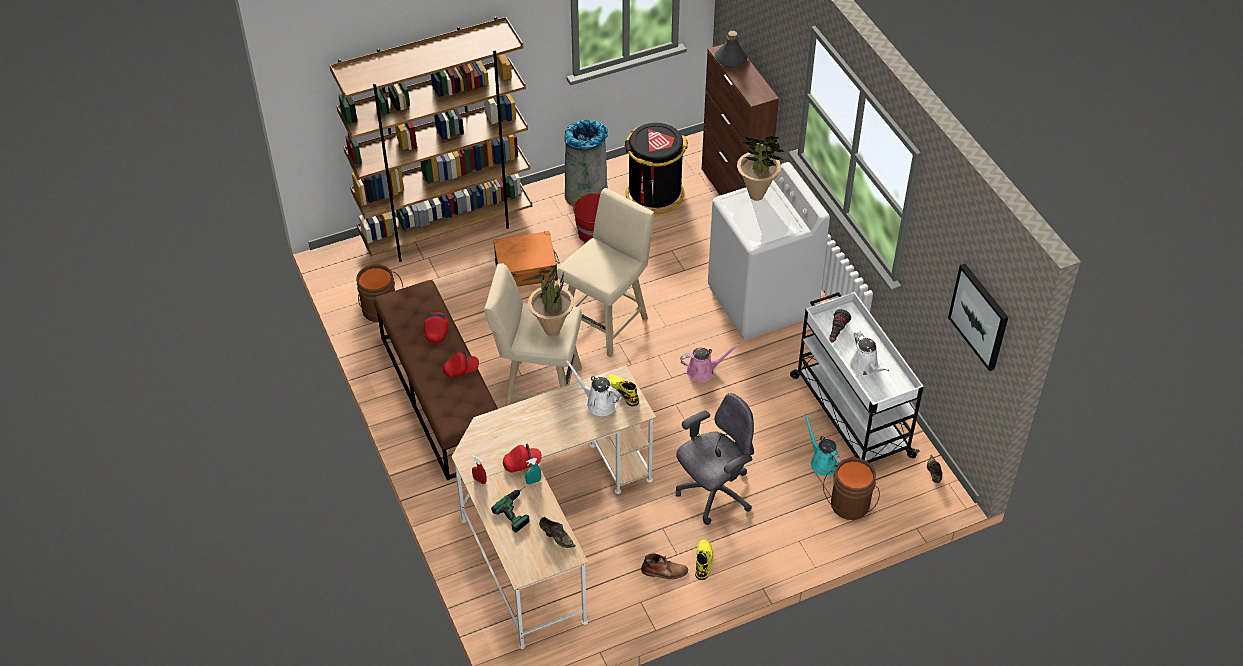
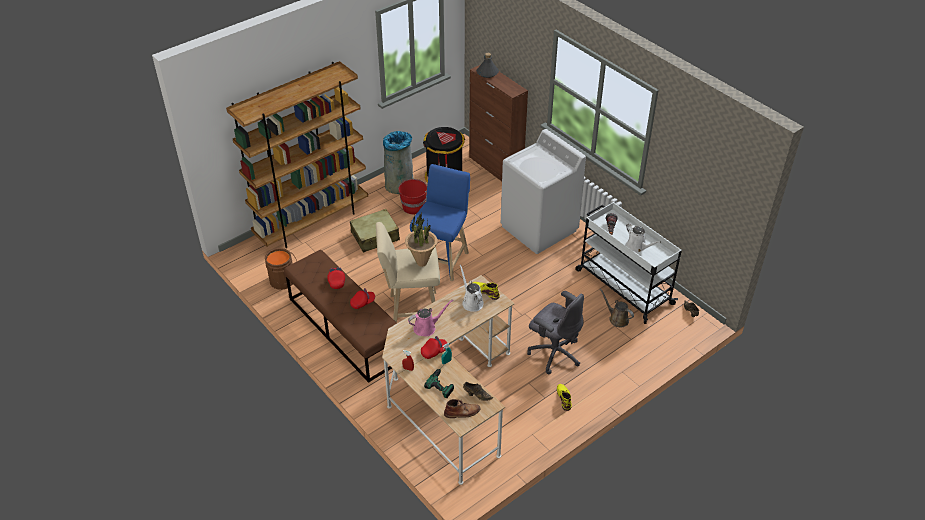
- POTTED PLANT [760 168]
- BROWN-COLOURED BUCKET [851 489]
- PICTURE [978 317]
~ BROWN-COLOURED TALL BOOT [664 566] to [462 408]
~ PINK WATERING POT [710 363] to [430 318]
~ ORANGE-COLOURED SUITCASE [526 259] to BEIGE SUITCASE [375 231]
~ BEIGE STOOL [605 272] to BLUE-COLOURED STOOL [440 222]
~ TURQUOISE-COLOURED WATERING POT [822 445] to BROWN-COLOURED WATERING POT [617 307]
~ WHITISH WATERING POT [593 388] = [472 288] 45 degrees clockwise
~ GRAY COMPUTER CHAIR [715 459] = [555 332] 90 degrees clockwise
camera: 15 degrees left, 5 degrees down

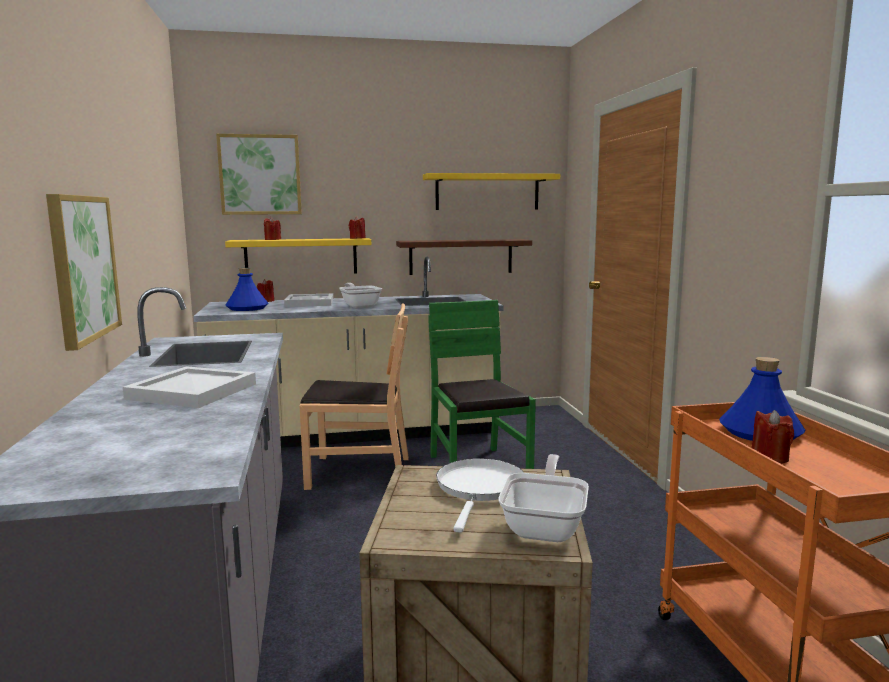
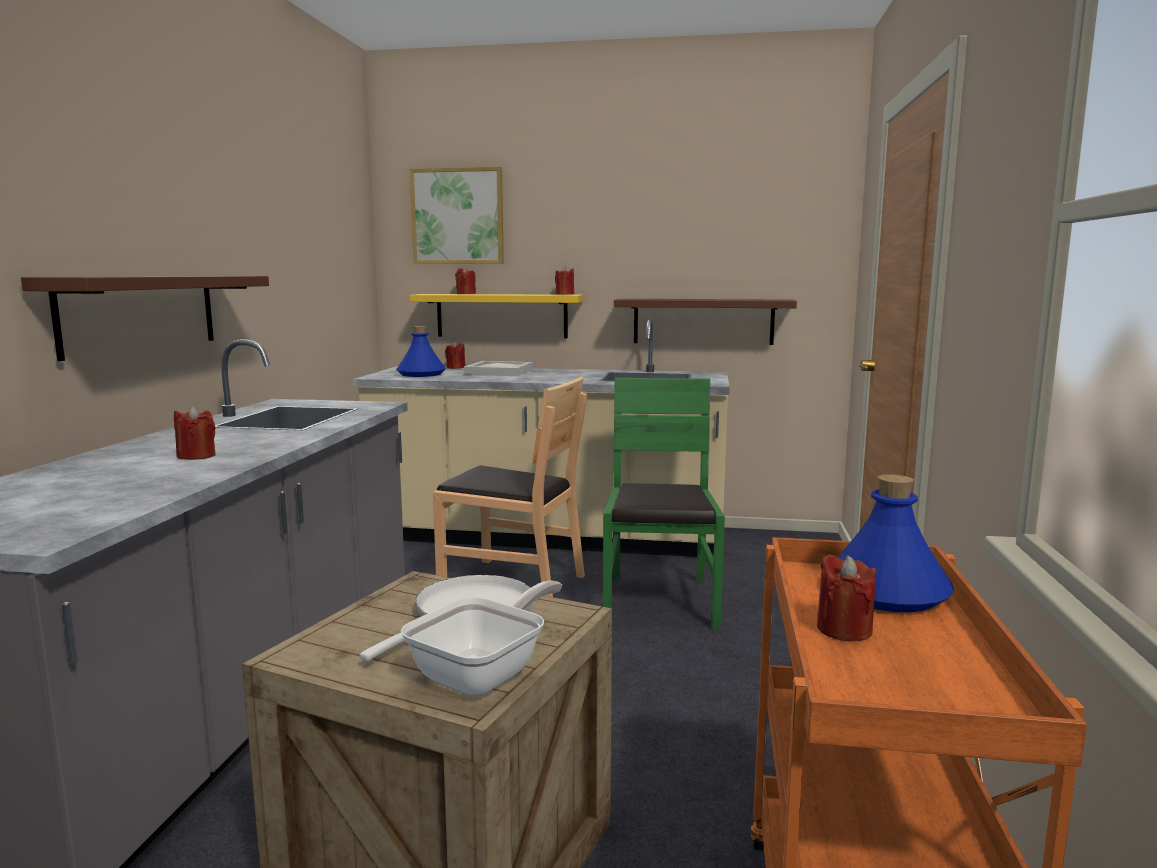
- PAN [360 295]
- YELLOW SHELF [491 191]
~ PICTURE [84 272] to BROWN-COLOURED SHELF [145 318]
~ WHITISH CARRYING TRAY [189 387] to REDDISH WAX LIGHT [195 433]
camera: 20 degrees right, 0 degrees up

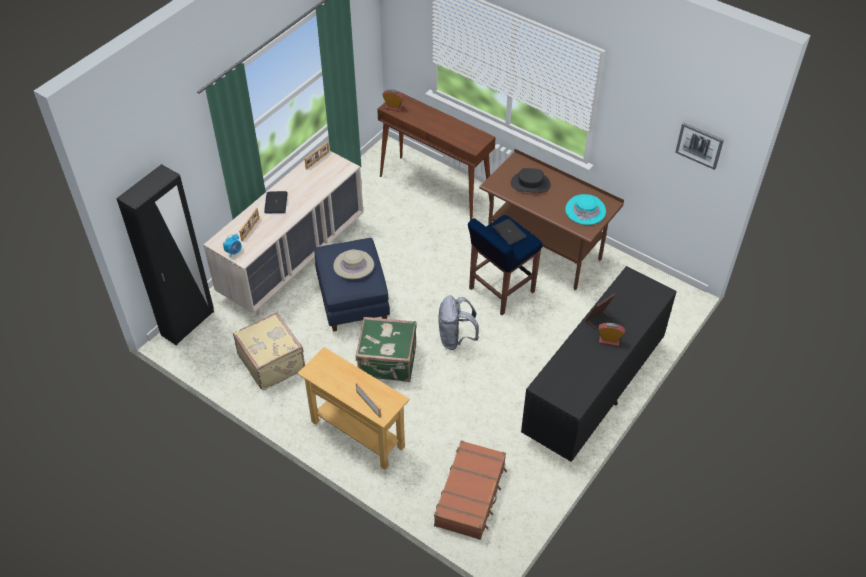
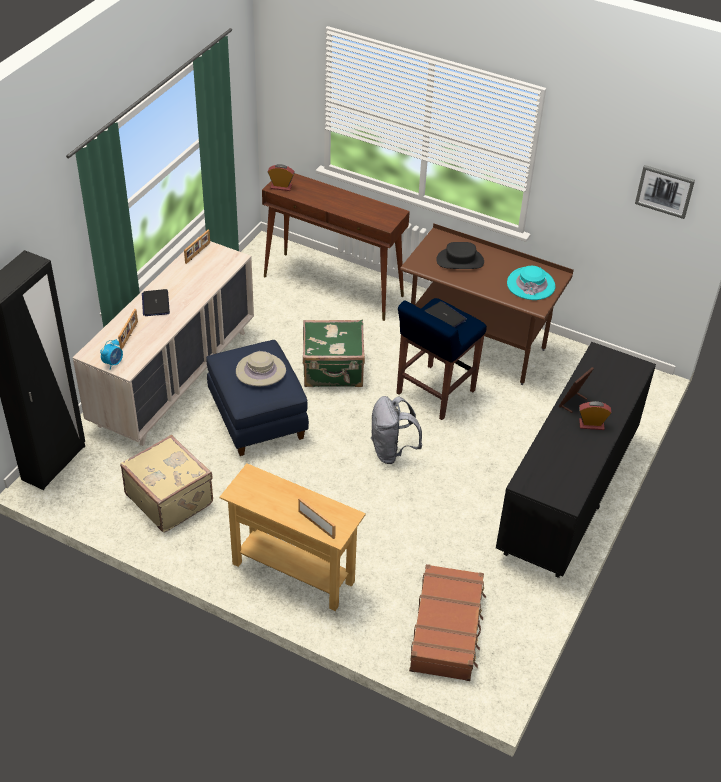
~ GREEN-COLOURED SUITCASE [386 349] to [334 353]
camera: 10 degrees left, 5 degrees down

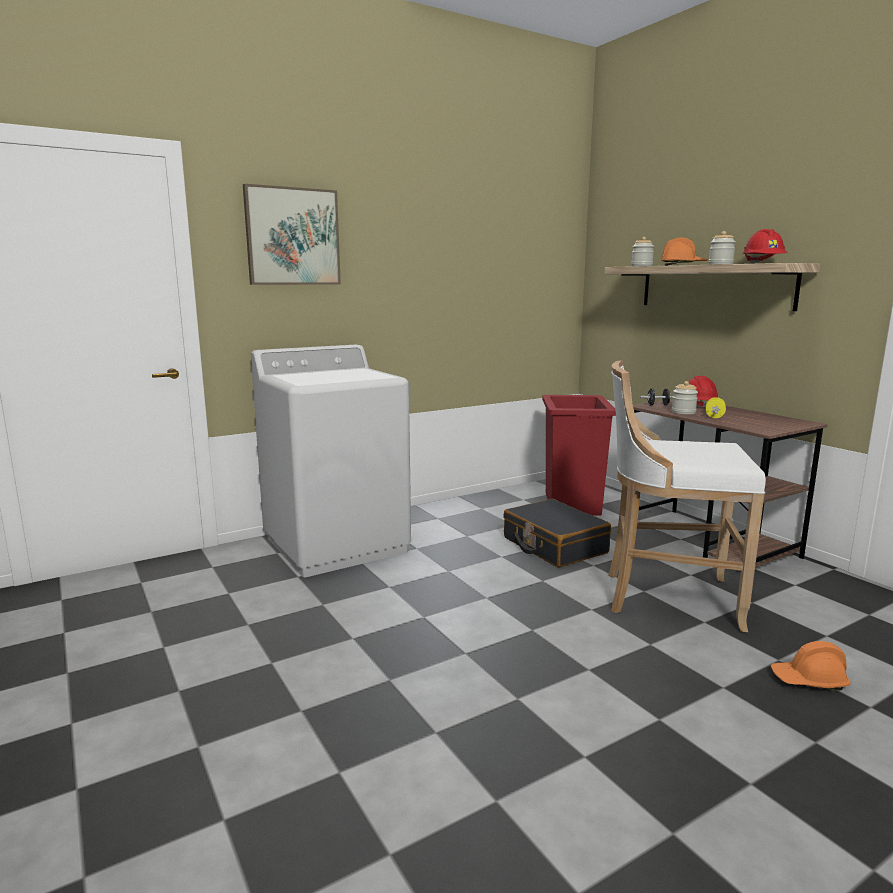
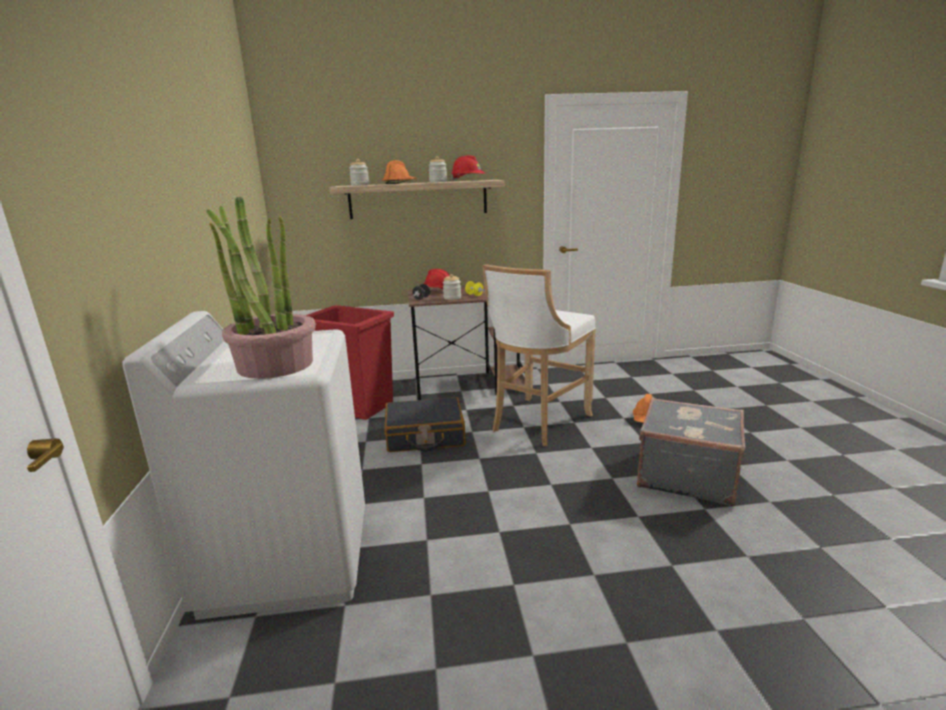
- PICTURE [292 234]
+ POTTED PLANT [261 288]
+ GRAY SUITCASE [691 452]
camera: 65 degrees left, 5 degrees up

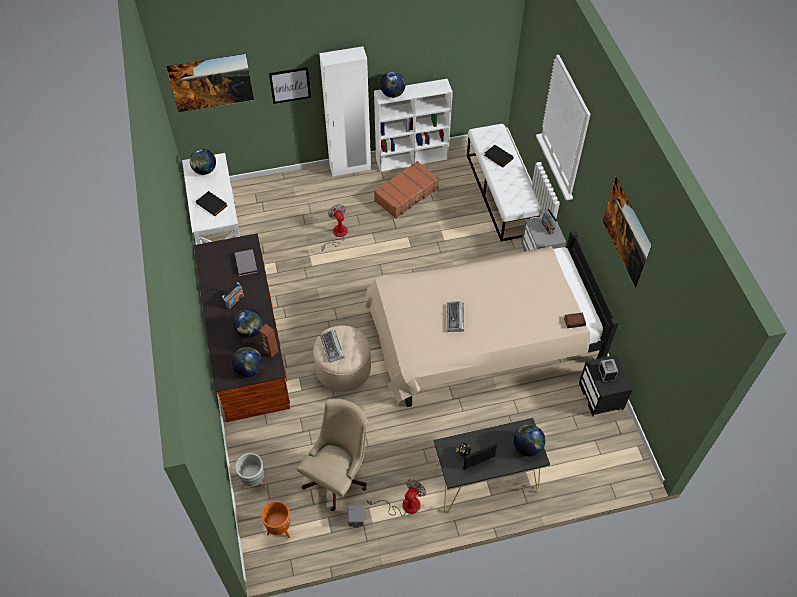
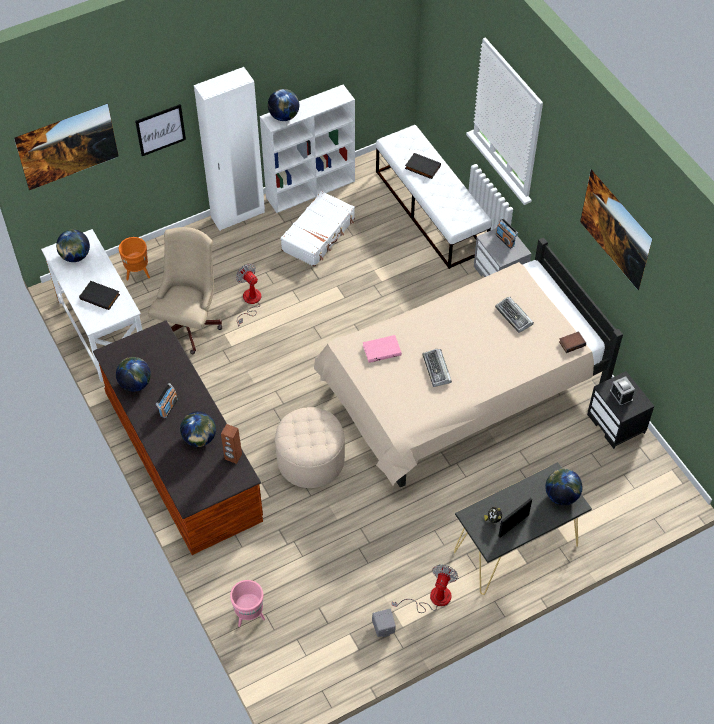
- GRAY BOOK [246 262]
+ PINK BOOK [382 349]
~ WORLD GLOBE [247 362] to [133 374]
~ ORANGE-COLOURED FLOWER POT [275 519] to [134 258]
~ BEIGE COMPUTER CHAIR [332 455] to [185 290]
~ PC KEYBOARD [332 346] to [514 315]
~ GRAY FLOWER POT [250 471] to PINK FLOWER POT [247 603]
~ BROWN-COLOURED SUITCASE [406 190] to WHITISH SUITCASE [317 229]
camera: 15 degrees left, 0 degrees up

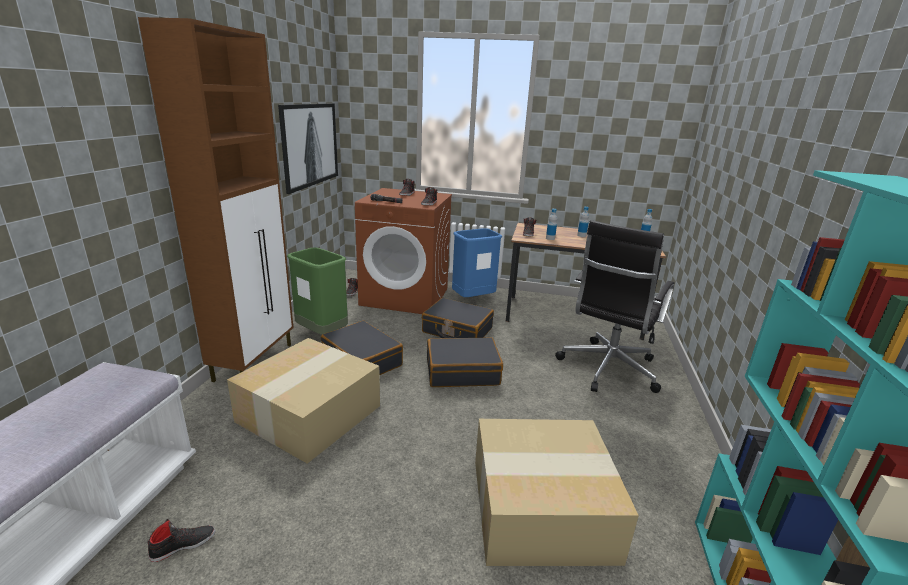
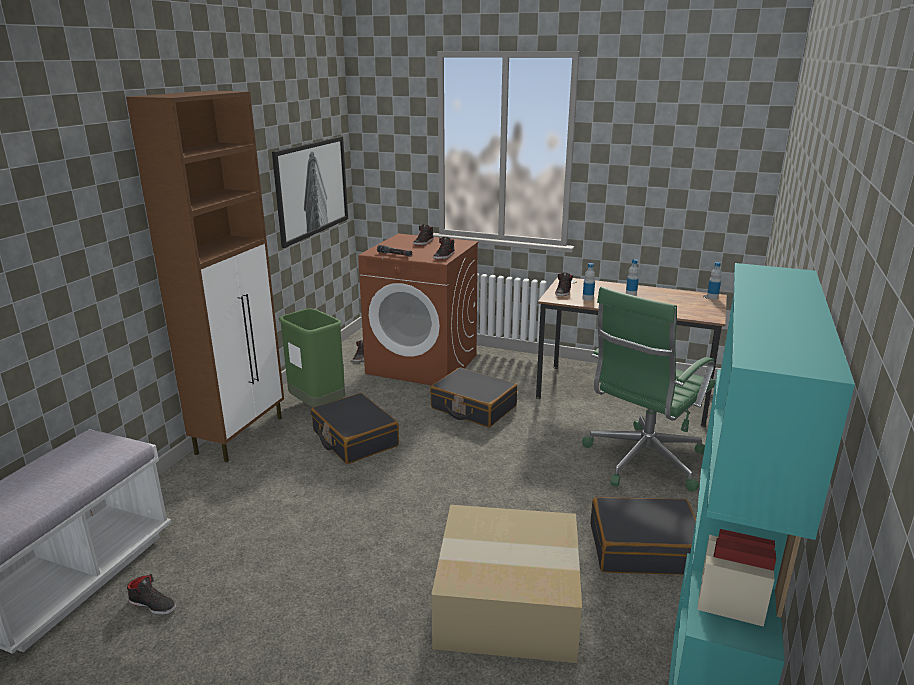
- PACKING BOX [303 401]
- BLUE-COLOURED WASTE BIN [477 262]
~ BLACKISH SUITCASE [465 362] to [643 536]
~ BLACKISH COMPUTER CHAIR [615 306] to GREEN-COLOURED COMPUTER CHAIR [648 389]
~ BLACKISH LOW SHOE [181 540] = [151 594] 45 degrees clockwise
camera: 10 degrees right, 0 degrees up

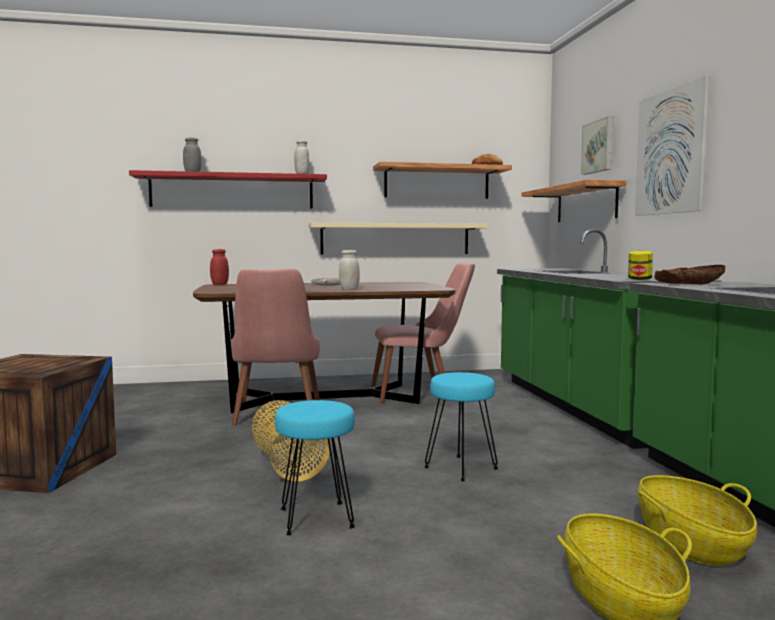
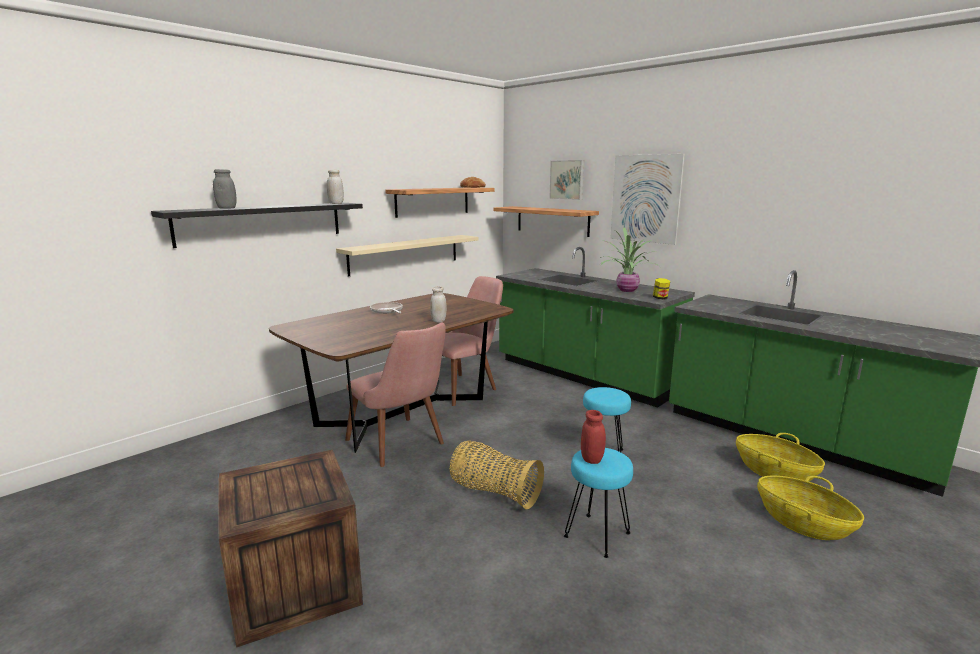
- BROWN-COLOURED DEEP DISH [689 275]
+ POTTED PLANT [630 259]
~ REDDISH STORAGE JAR [219 267] to [593 437]
~ REDDISH SHELF [228 189] to BLACKISH SHELF [257 225]
camera: 35 degrees left, 10 degrees up

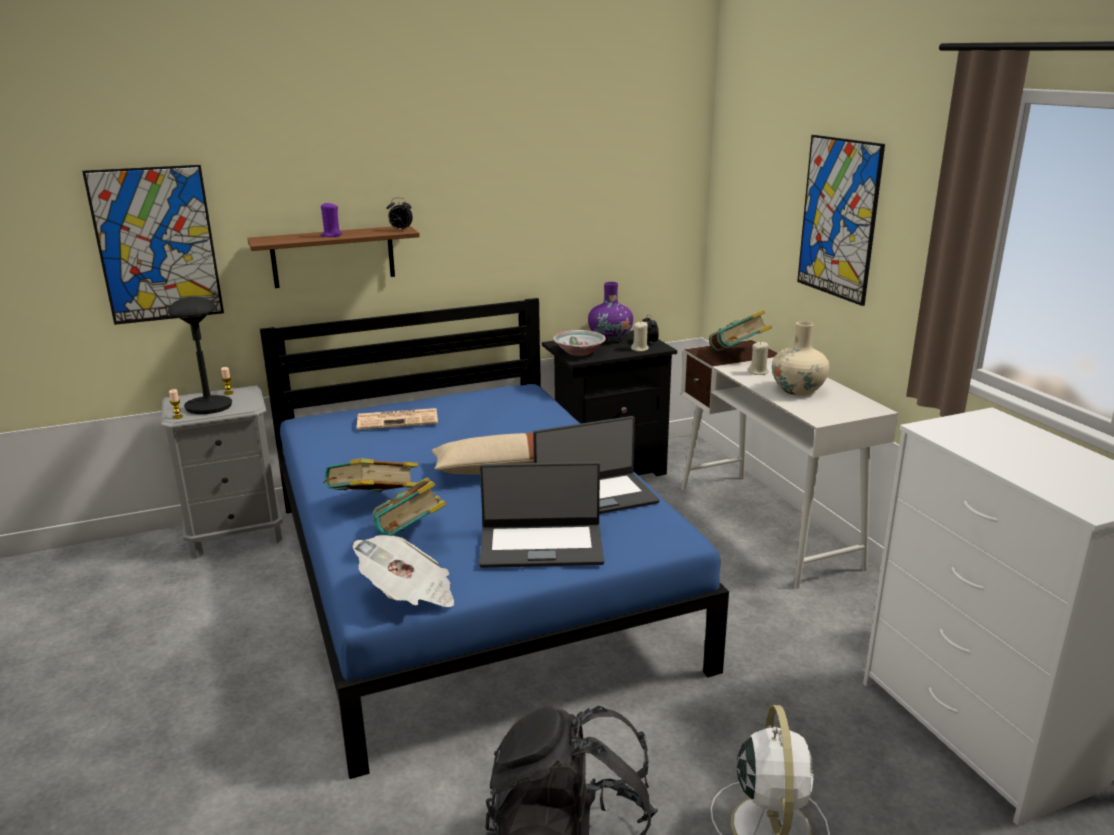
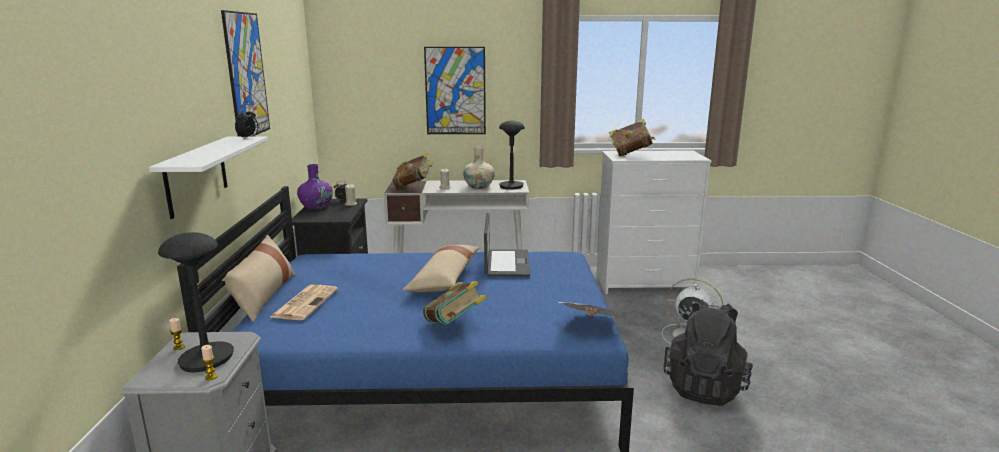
- PURPLE-COLOURED WAX LIGHT [331 219]
- NOTEBOOK COMPUTER [541 515]
- DEEP DISH [579 343]
+ BEIGE CUSHION [258 278]
+ BLACKISH TABLE LAMP [512 155]
~ PICTURE [153 245] to [245 73]
~ BOOK [410 507] to [632 137]
~ BROWN-COLOURED SHELF [333 256] to WHITISH SHELF [208 177]
camera: 70 degrees left, 5 degrees down

